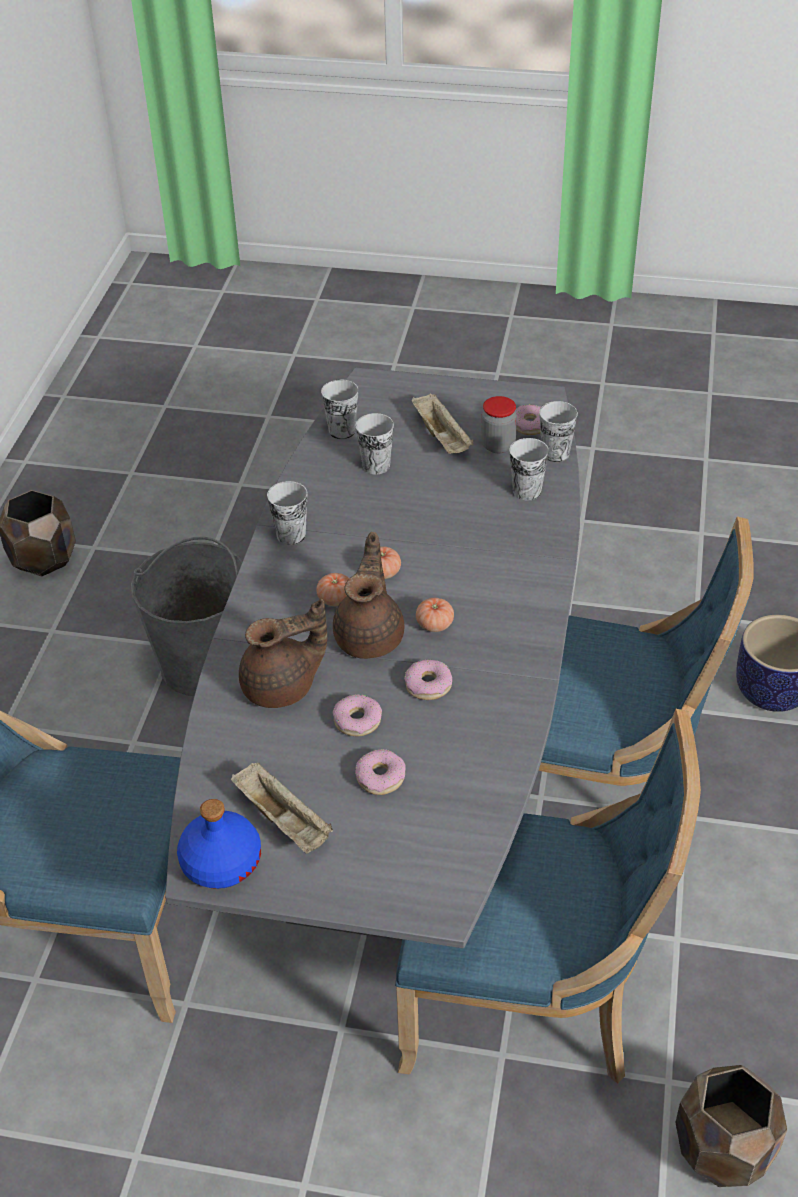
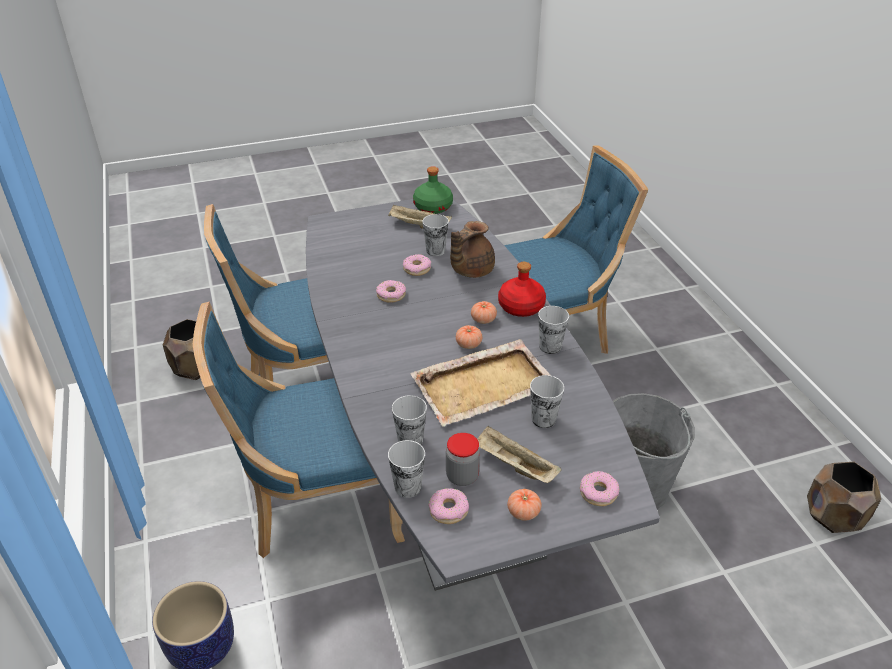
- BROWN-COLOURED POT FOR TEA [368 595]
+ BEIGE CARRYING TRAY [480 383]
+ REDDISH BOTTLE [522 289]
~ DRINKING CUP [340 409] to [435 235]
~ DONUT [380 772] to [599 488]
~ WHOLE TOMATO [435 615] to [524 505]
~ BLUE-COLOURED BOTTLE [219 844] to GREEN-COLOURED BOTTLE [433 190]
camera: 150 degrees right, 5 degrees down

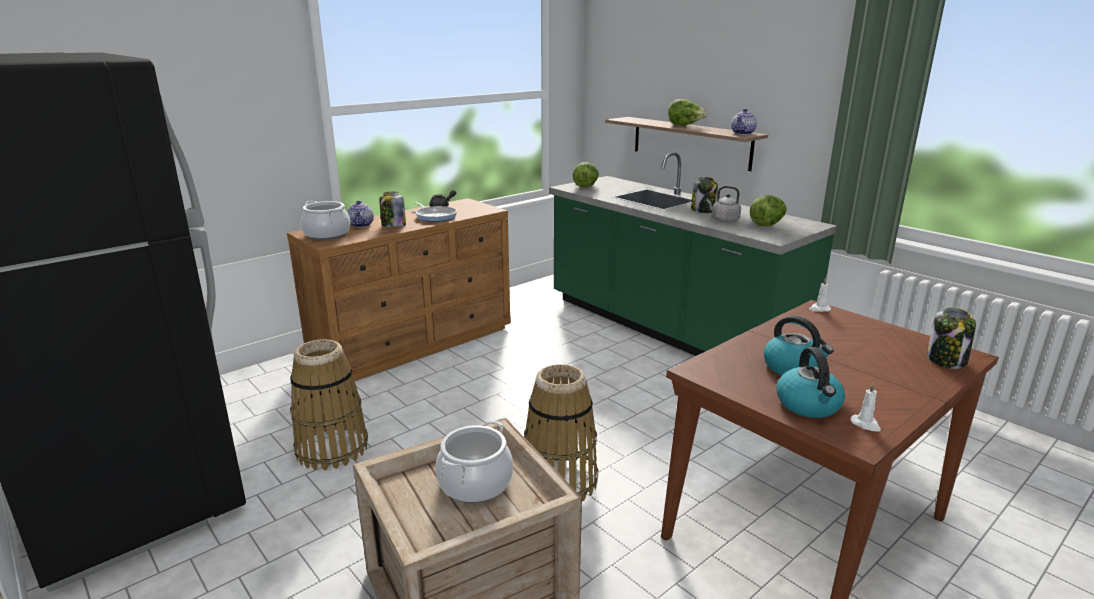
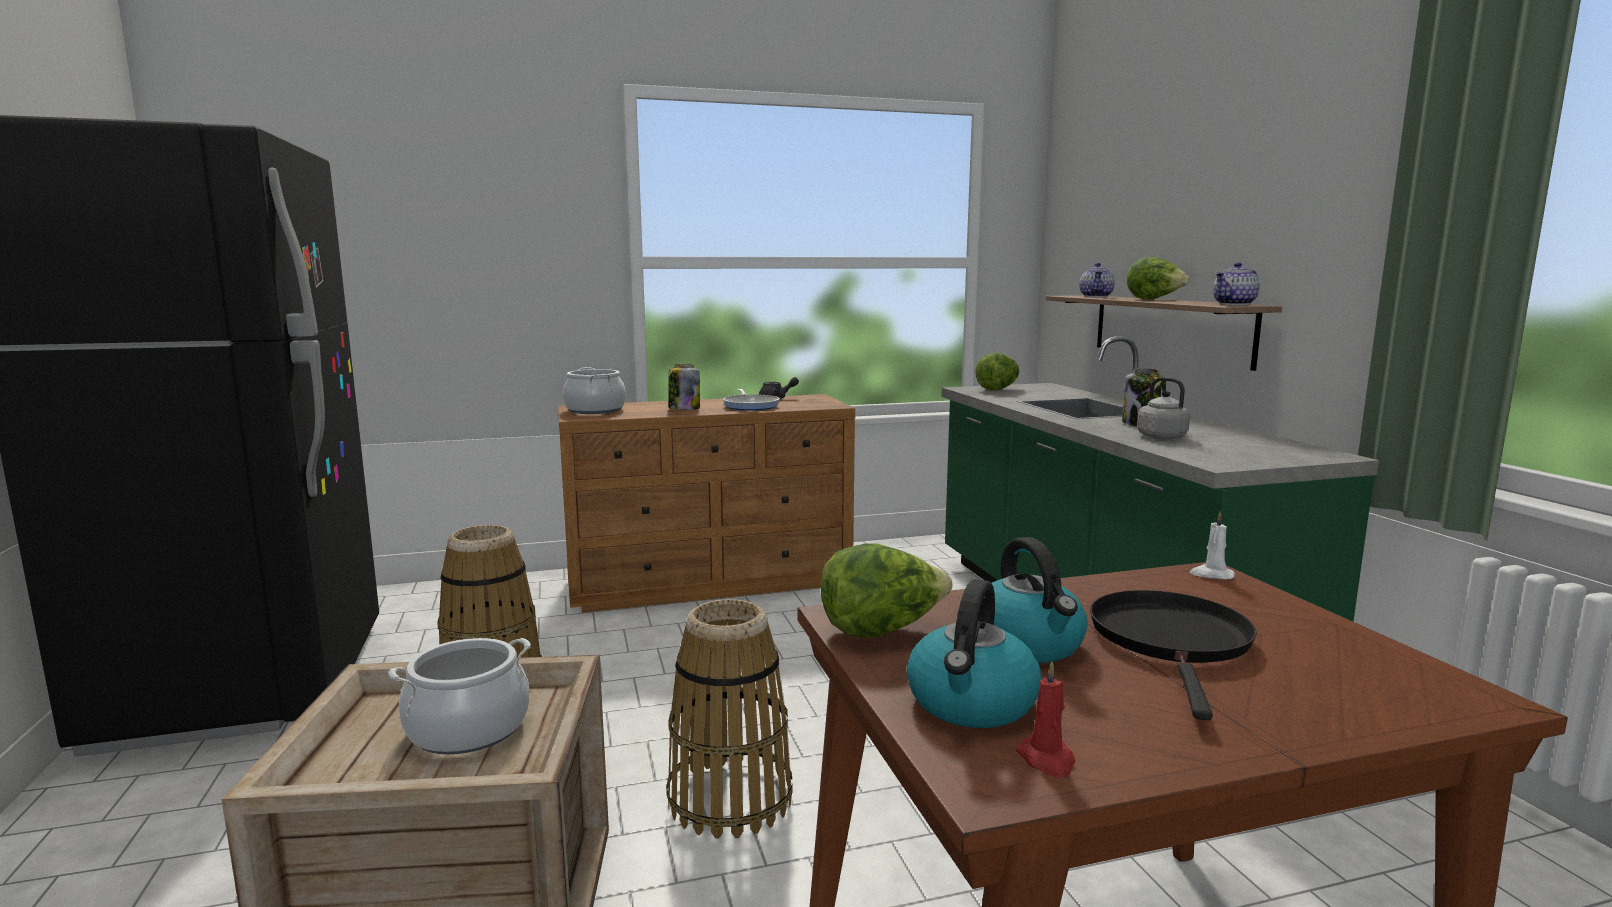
- STORAGE JAR [951 338]
+ BLACKISH PAN [1173 655]
~ POT FOR TEA [360 214] to [1097 280]
~ LETTUCE [768 210] to [886 590]
~ WHITISH WAX LIGHT [865 407] to REDDISH WAX LIGHT [1045 719]
camera: 25 degrees right, 10 degrees down

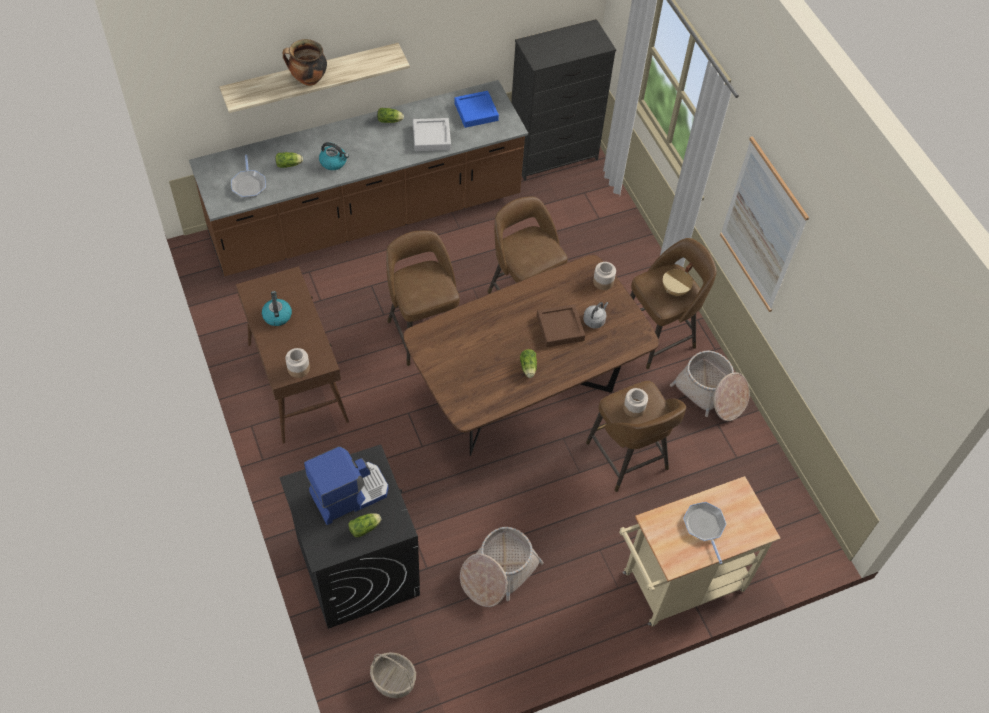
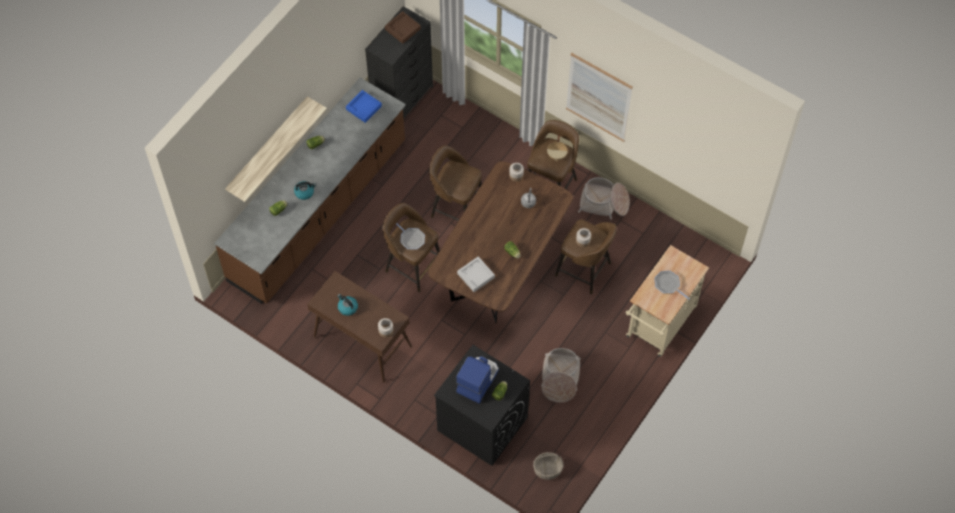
- STOCKPOT [305 62]
~ PAN [248 176] to [410 236]
~ GRAY CARRYING TRAY [432 134] to [476 274]
~ BROWN-COLOURED CARRYING TRAY [561 325] to [403 27]
camera: 30 degrees left, 5 degrees up

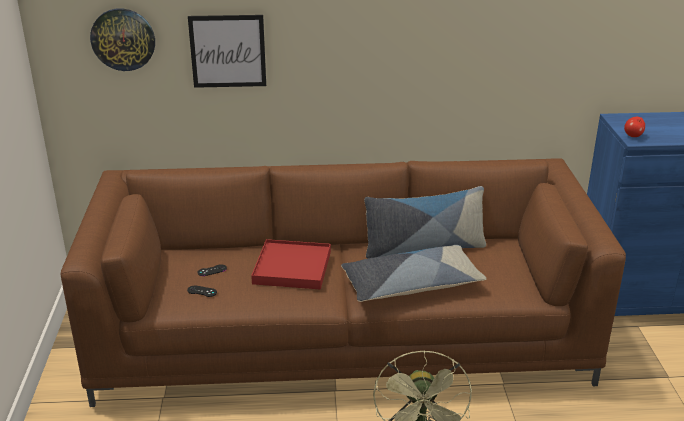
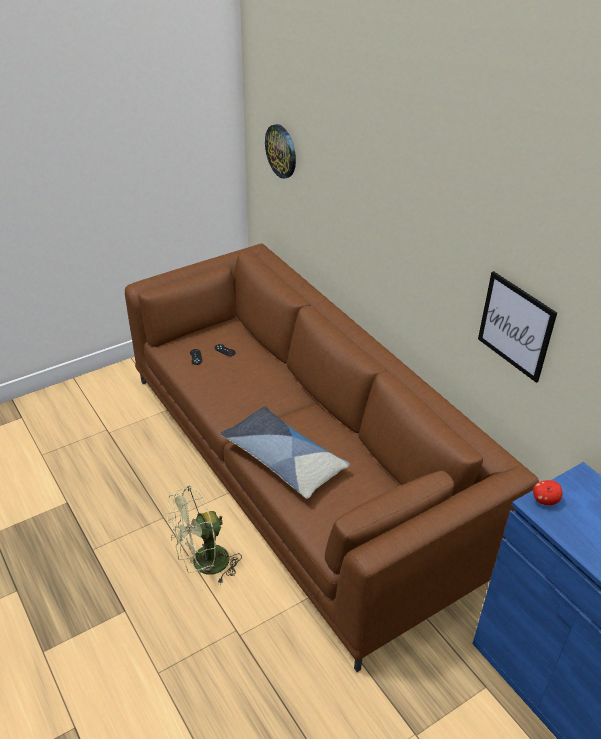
- REDDISH CARRYING TRAY [291 264]
- CUSHION [425 222]
~ PICTURE [227 51] to [517 327]
camera: 60 degrees right, 10 degrees up

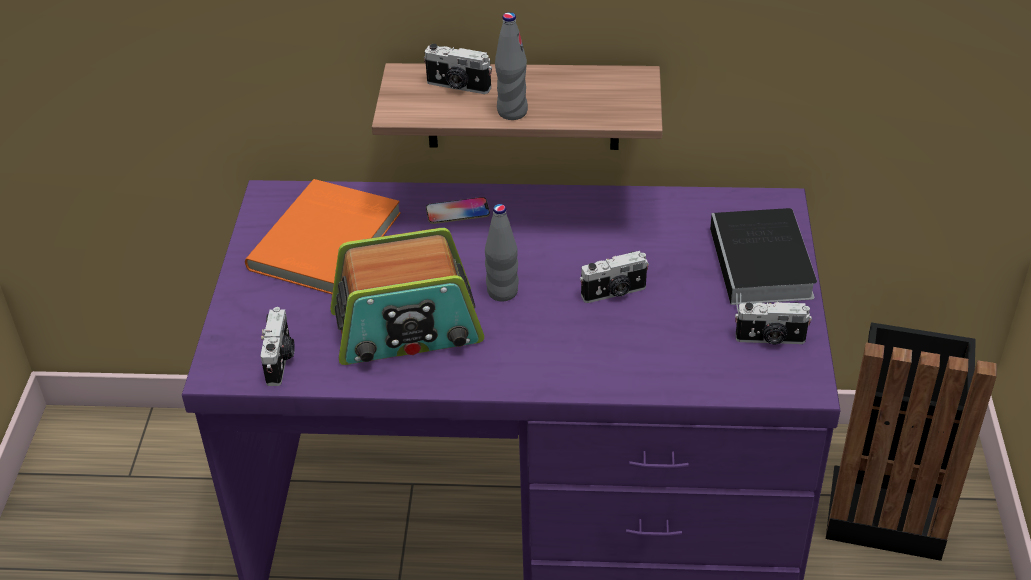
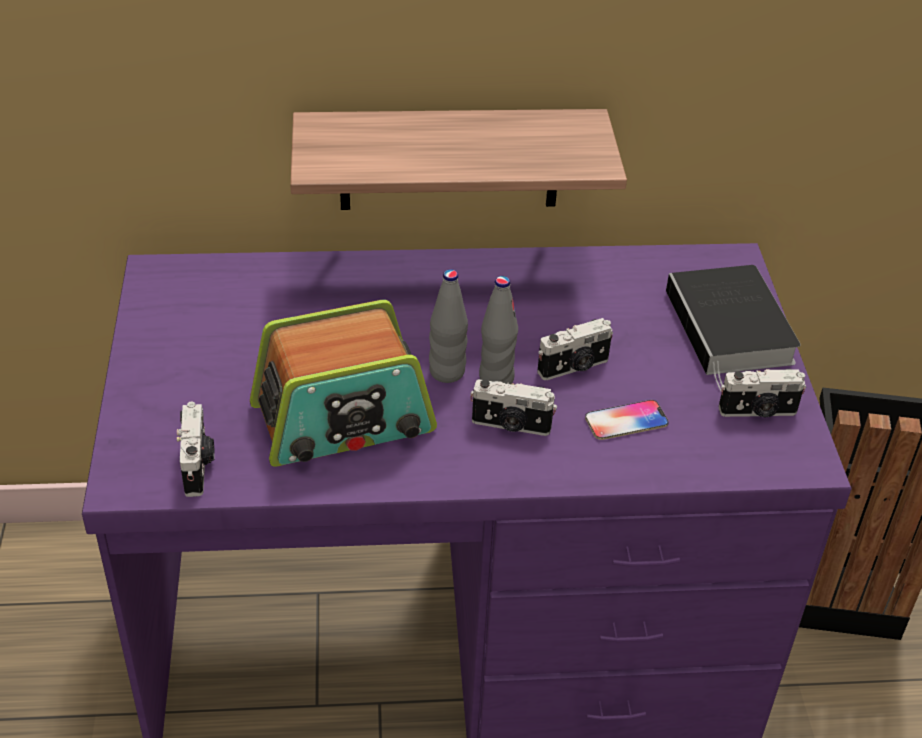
- ORANGE-COLOURED BOOK [323 236]
~ PHOTO CAMERA [458 69] to [513 407]
~ TELEPHONE [458 210] to [627 420]
~ GRAY BOTTLE [511 66] to [498 330]
camera: 10 degrees left, 0 degrees up

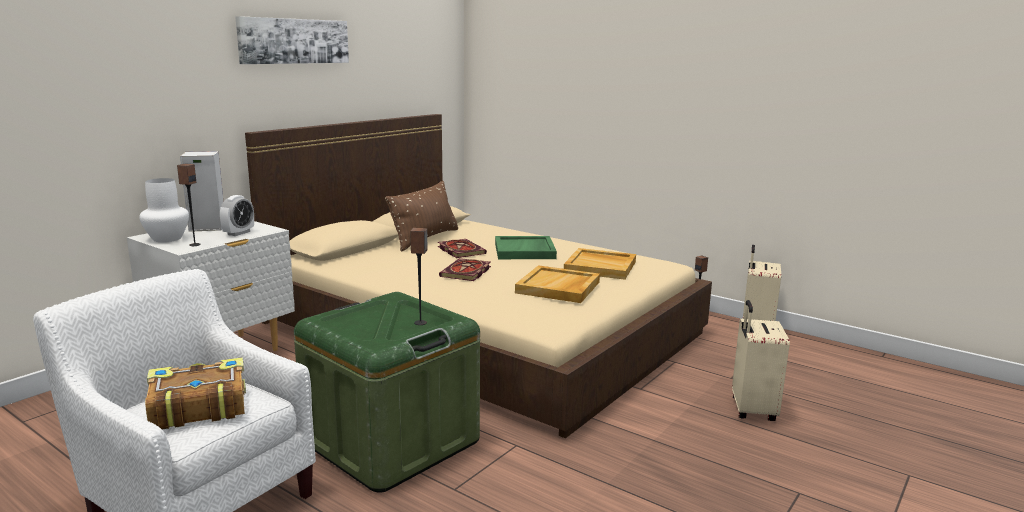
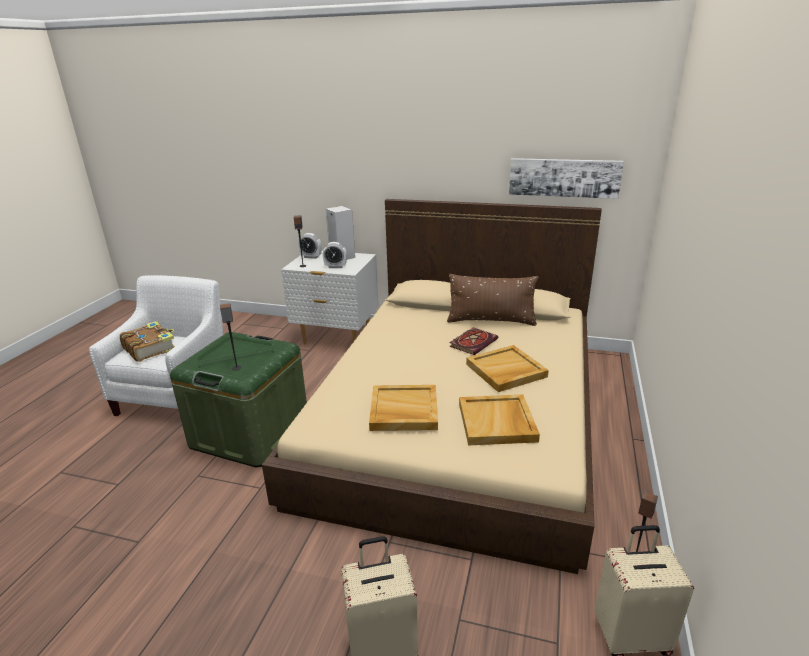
- BOOK [465 269]
~ PICTURE [292 40] to [566 178]
~ WHITISH VASE [164 210] to TABLE CLOCK [310 246]
~ GREEN-COLOURED CARRYING TRAY [526 247] to BEIGE CARRYING TRAY [507 368]
camera: 70 degrees right, 10 degrees up

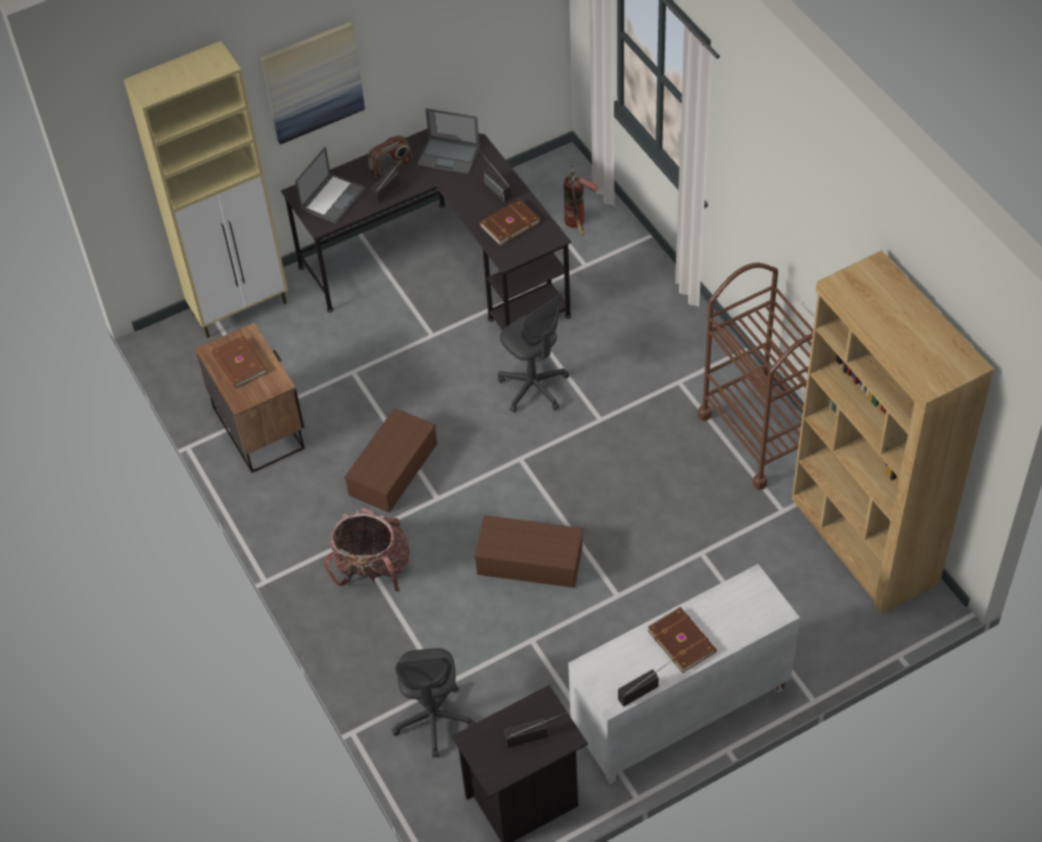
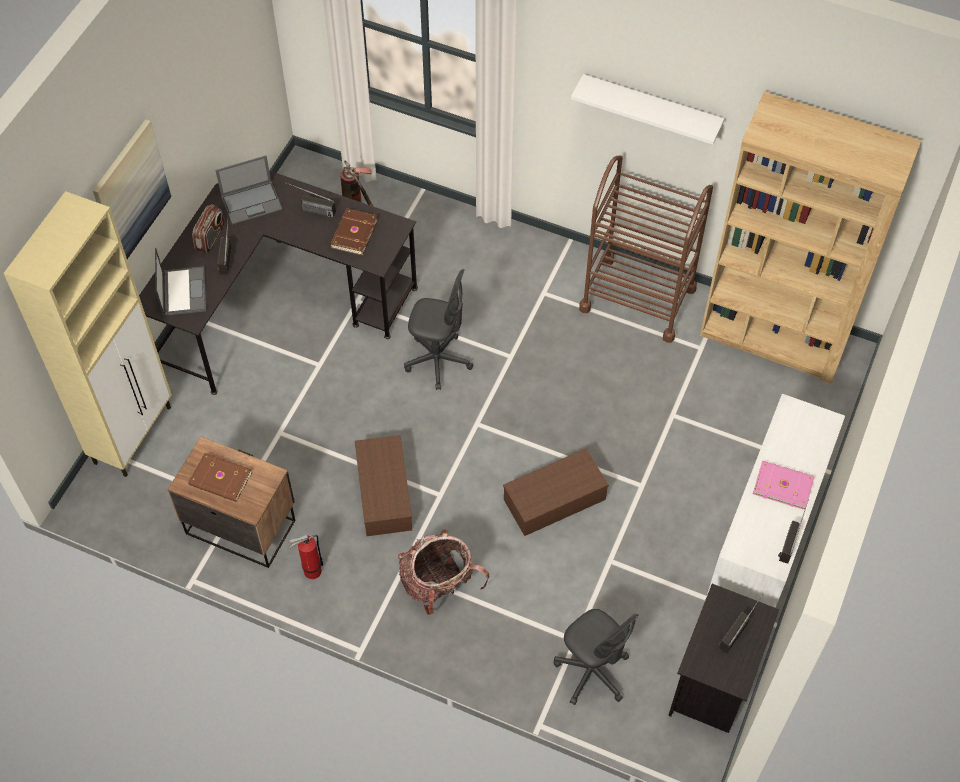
+ FIRE-FIGHTING CYLINDER [306 557]
+ WHITISH SHELF [647 109]
~ BROWN-COLOURED BOOK [682 640] to PINK BOOK [784 485]
camera: 40 degrees left, 5 degrees up

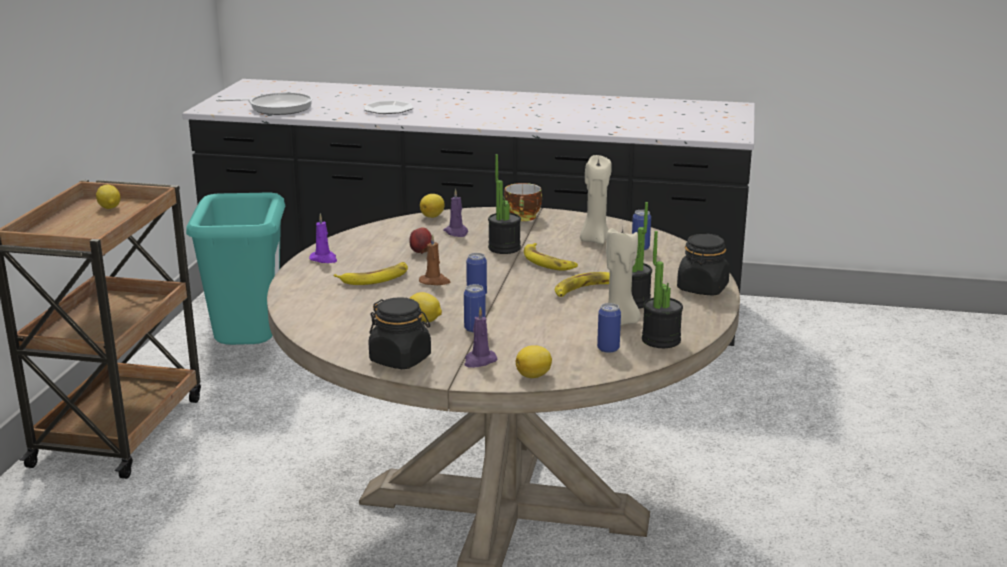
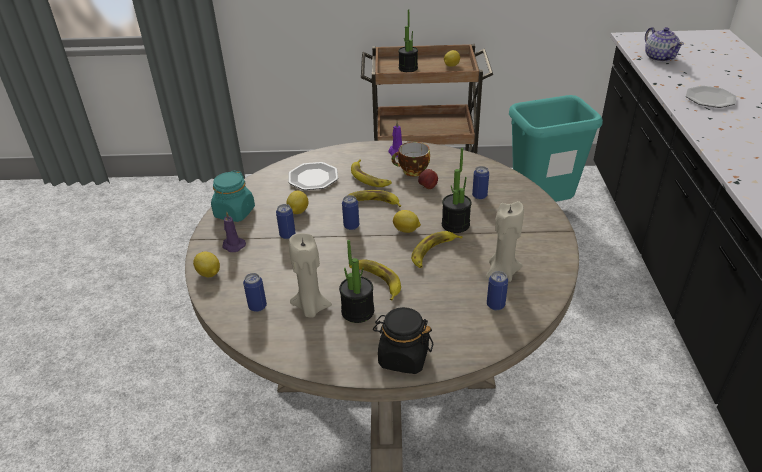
+ FLAT DISH [313 176]
~ LEMON [432 206] to [407 221]
~ DRINKING CUP [523 202] to [410 159]
~ POTTED PLANT [662 289] to [408 40]
~ PAN [264 104] to POT FOR TEA [664 44]
~ BROWN-COLOURED WAX LIGHT [434 259] to BANANA FRUIT [374 198]
~ PURPLE-COLOURED WAX LIGHT [455 213] to CAN [480 183]
~ BLACKISH STORAGE JAR [399 333] to TURQUOISE-COLOURED STORAGE JAR [233 196]
camera: 80 degrees right, 15 degrees up

